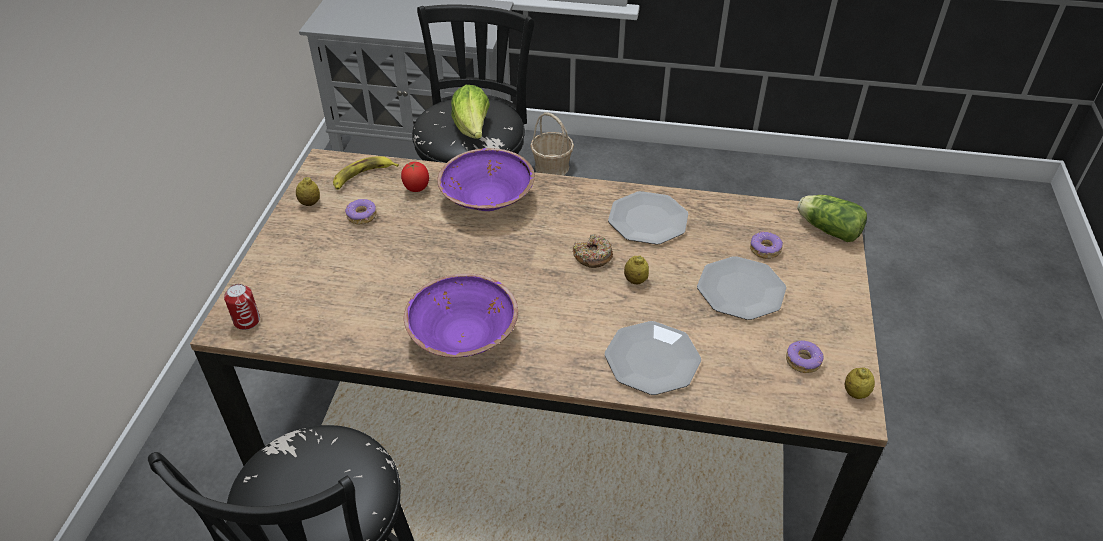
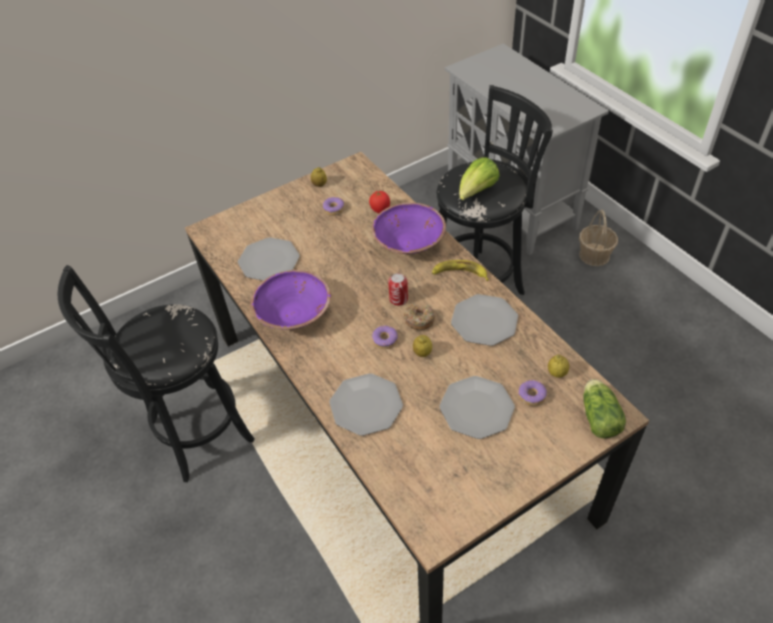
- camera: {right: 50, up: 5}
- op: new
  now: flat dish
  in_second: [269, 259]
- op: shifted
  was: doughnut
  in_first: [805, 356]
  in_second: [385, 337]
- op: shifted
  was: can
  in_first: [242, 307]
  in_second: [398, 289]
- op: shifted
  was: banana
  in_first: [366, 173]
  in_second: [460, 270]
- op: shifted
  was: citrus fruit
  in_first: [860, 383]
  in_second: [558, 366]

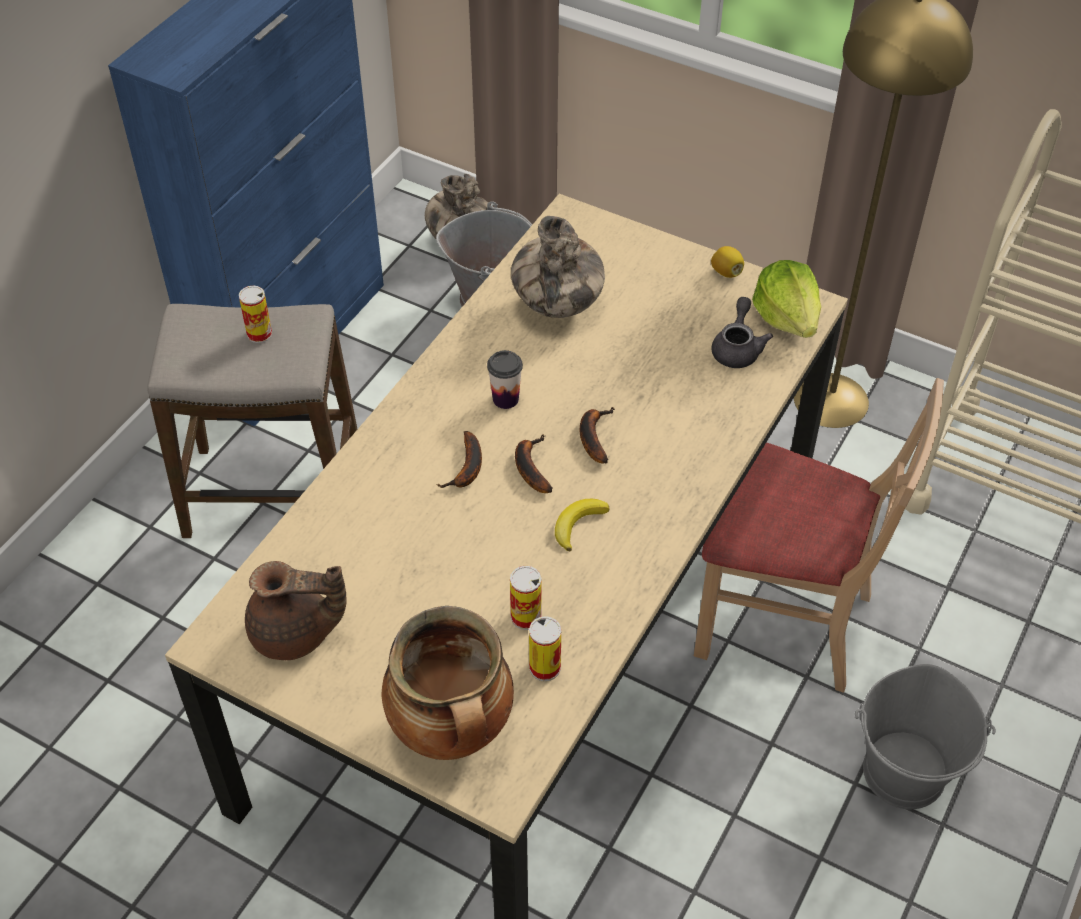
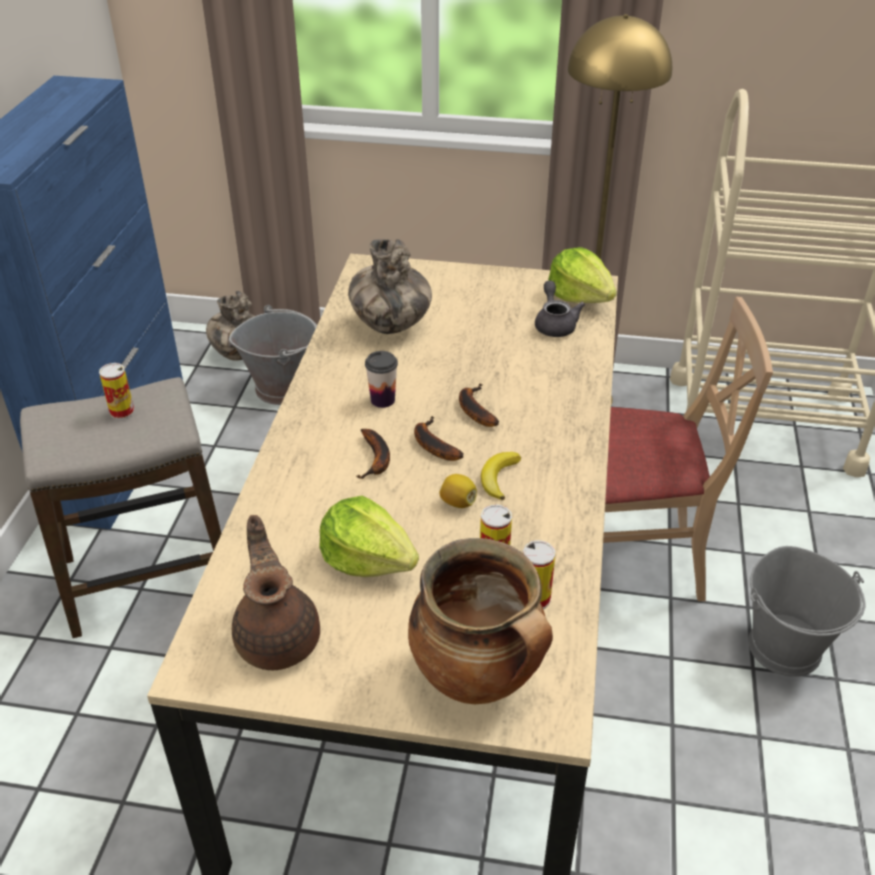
- camera: {right: -20, up: -10}
- op: rotated
  was: brown tea pot
  in_first: [295, 610]
  in_second: [276, 592]
  clockwise: -90
- op: new
  now: head of lettuce
  in_second: [369, 536]
- op: shifted
  was: citrus fruit
  in_first: [727, 262]
  in_second: [458, 491]

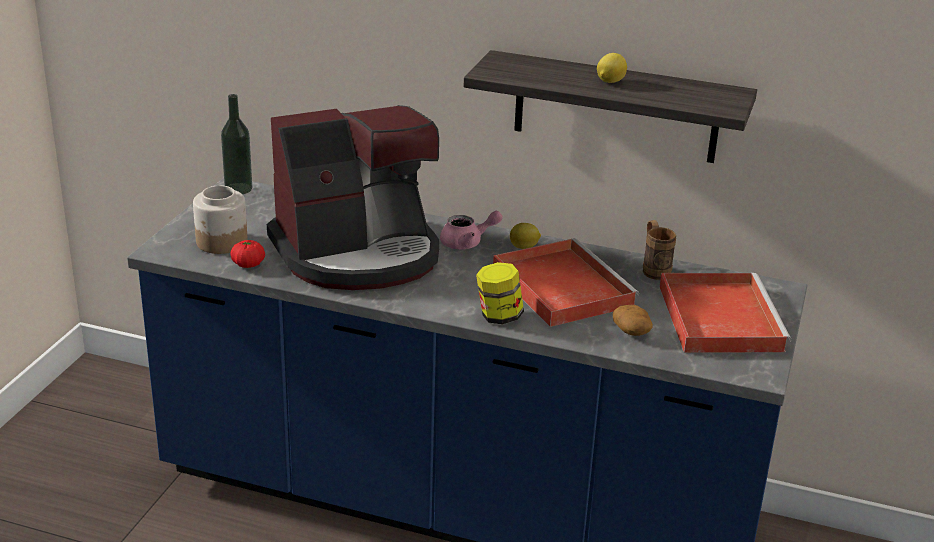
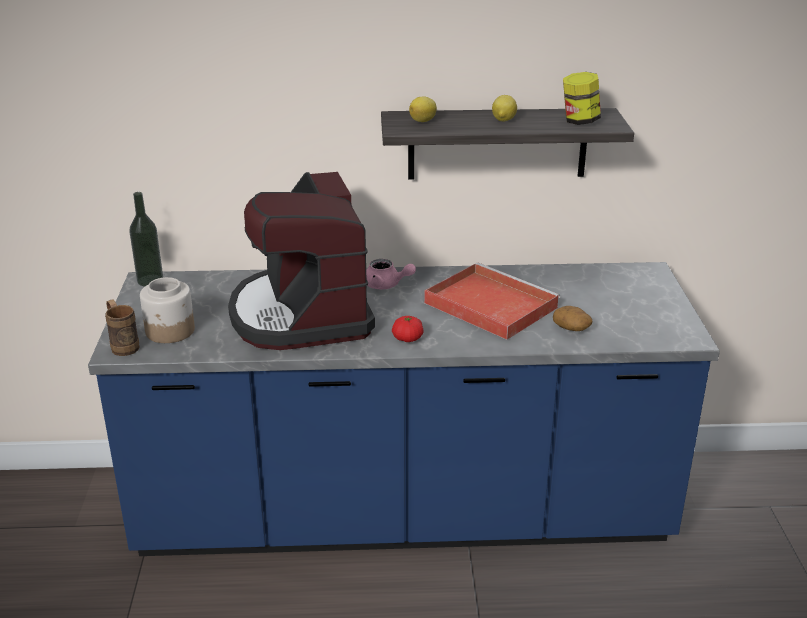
- camera: {right: -20, up: 0}
- op: shifted
  was: brown tea mug
  in_first: [659, 250]
  in_second: [122, 327]
- op: rotated
  was: coffee maker
  in_first: [353, 197]
  in_second: [301, 261]
  clockwise: 120
- op: rotated
  was: pink tea pot
  in_first: [471, 230]
  in_second: [391, 274]
  clockwise: 60
- op: shifted
  was: whole tomato
  in_first: [247, 254]
  in_second: [408, 329]
- op: shifted
  was: citrus fruit
  in_first: [525, 236]
  in_second: [423, 109]
- op: shifted
  was: jar
  in_first: [500, 293]
  in_second: [582, 98]
- op: gone
  was: red tray
  in_first: [725, 313]

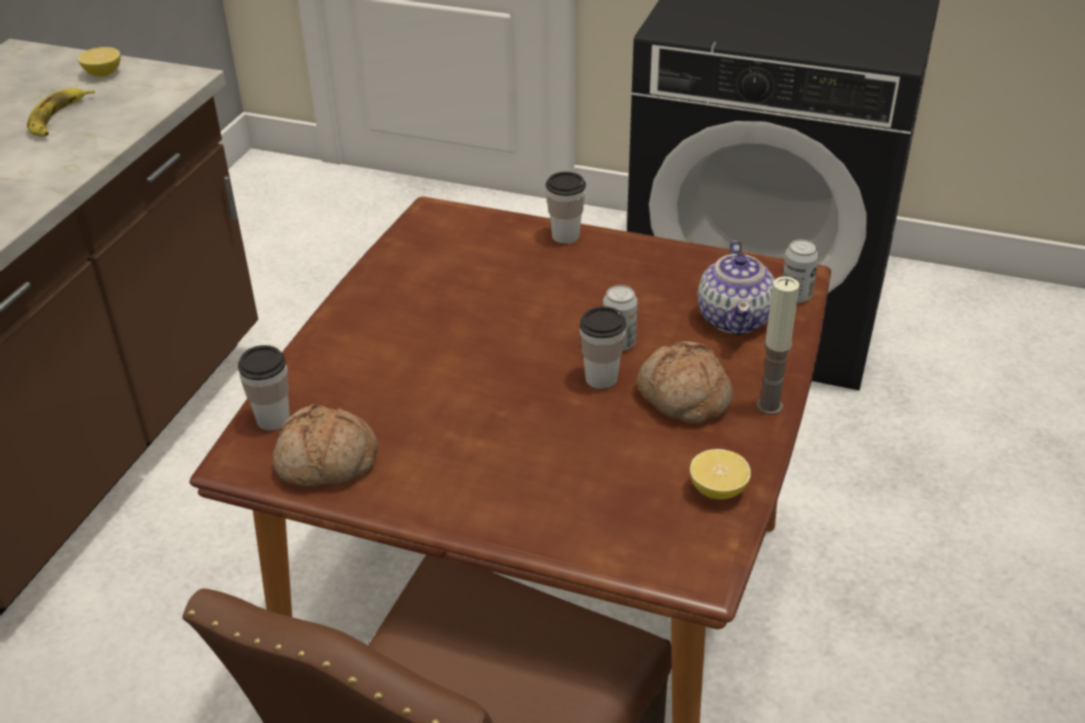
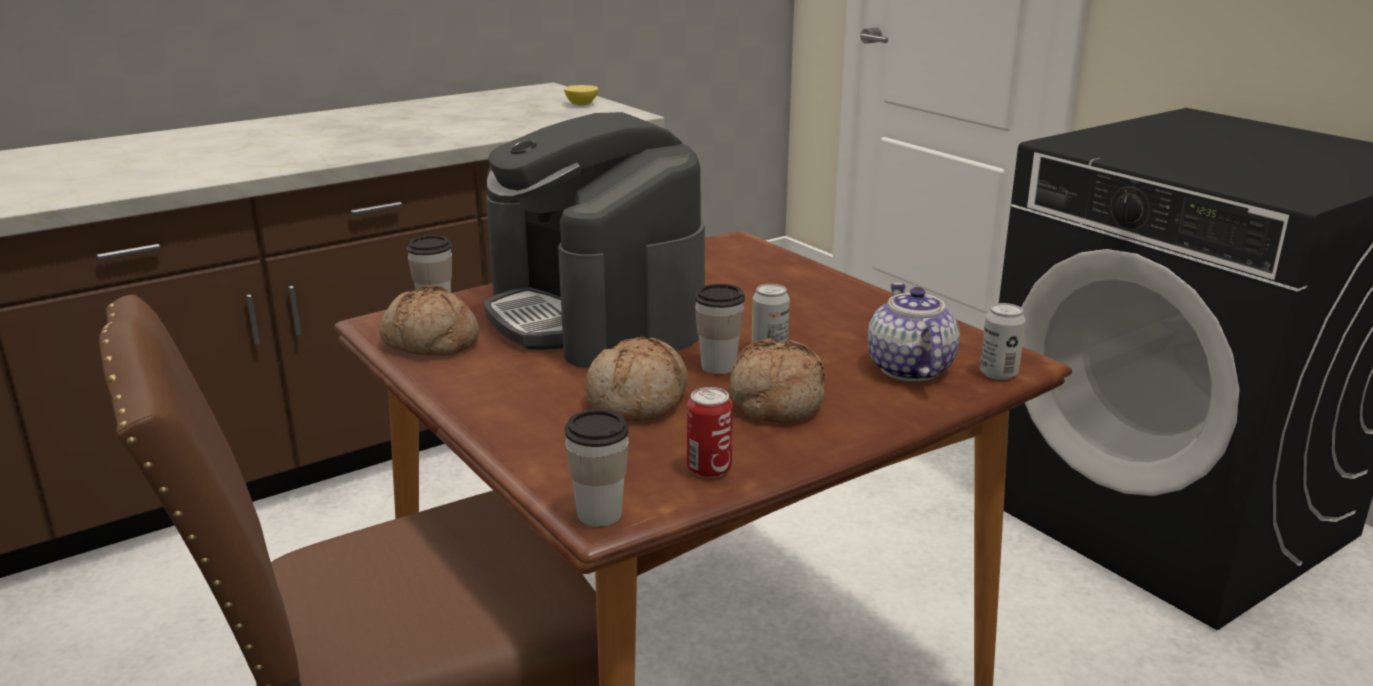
- camera: {right: 35, up: -15}
- op: new
  now: coffee maker
  in_second: [594, 240]
- op: shifted
  was: small cup
  in_first: [566, 208]
  in_second: [597, 468]
- op: new
  now: baked bread
  in_second: [636, 379]
- op: swapped
  was: citrus fruit
  now: can
  in_first: [720, 474]
  in_second: [710, 432]
- op: rotated
  was: tea pot
  in_first: [736, 288]
  in_second: [913, 331]
  clockwise: 135
- op: gone
  was: banana
  in_first: [61, 112]
- op: gone
  was: candle
  in_first: [777, 345]

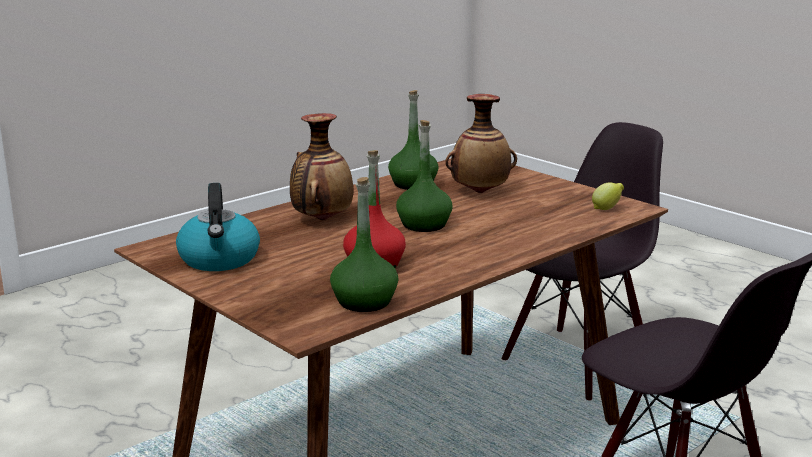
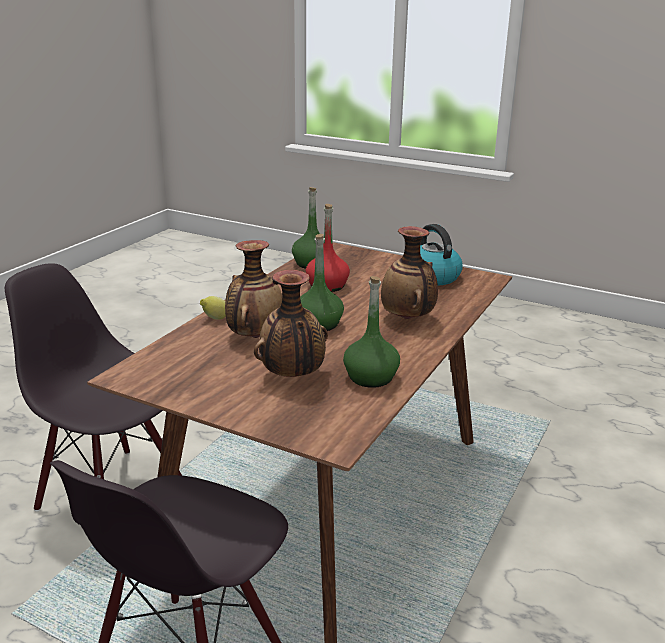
- camera: {right: 160, up: 5}
- op: shifted
  was: citrus fruit
  in_first: [608, 196]
  in_second: [213, 308]
- op: new
  now: decorative vase
  in_second: [253, 289]

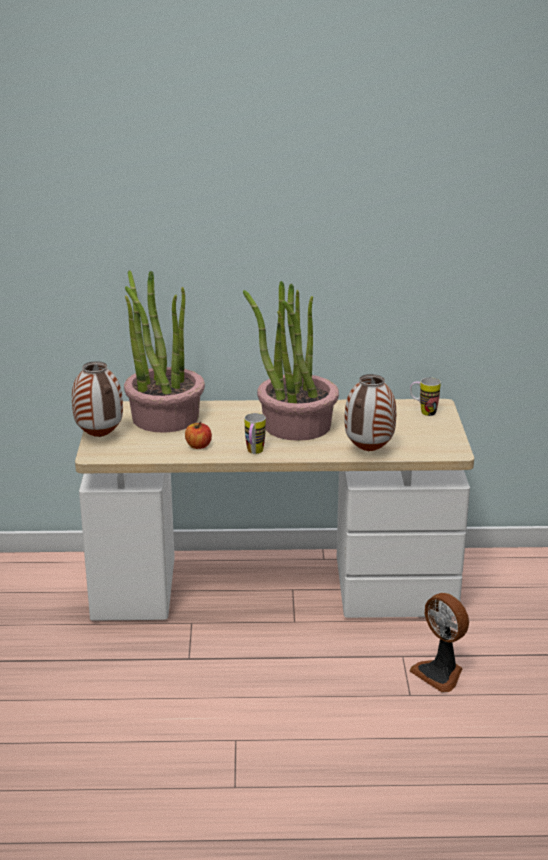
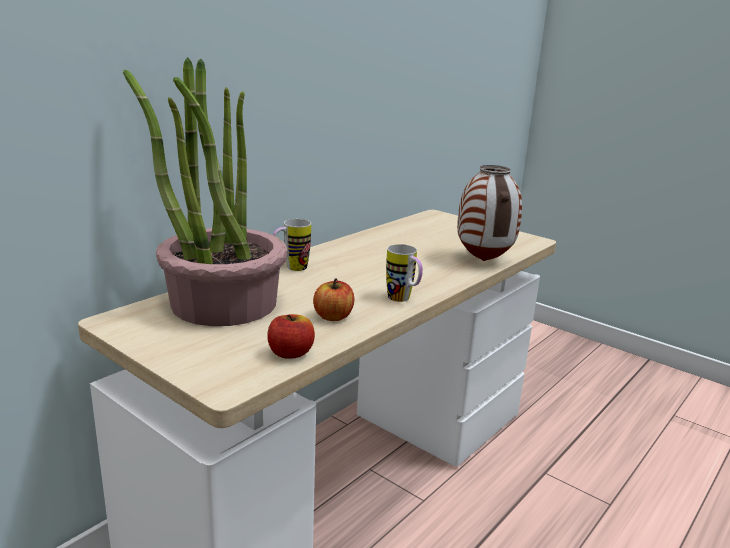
- camera: {right: -50, up: -5}
- op: new
  now: whole apple
  in_second: [291, 336]
- op: shifted
  was: tea mug
  in_first: [425, 396]
  in_second: [292, 245]
- op: gone
  was: decorative vase
  in_first: [97, 399]
- op: gone
  was: houseplant
  in_first: [291, 361]
- op: gone
  was: fan
  in_first: [439, 643]

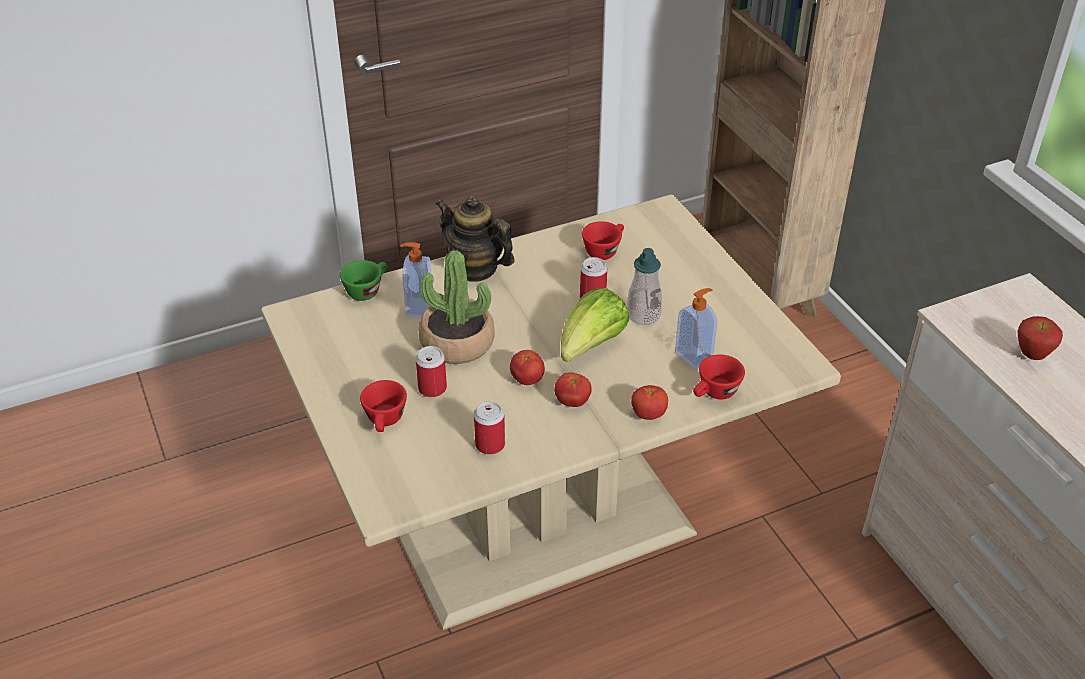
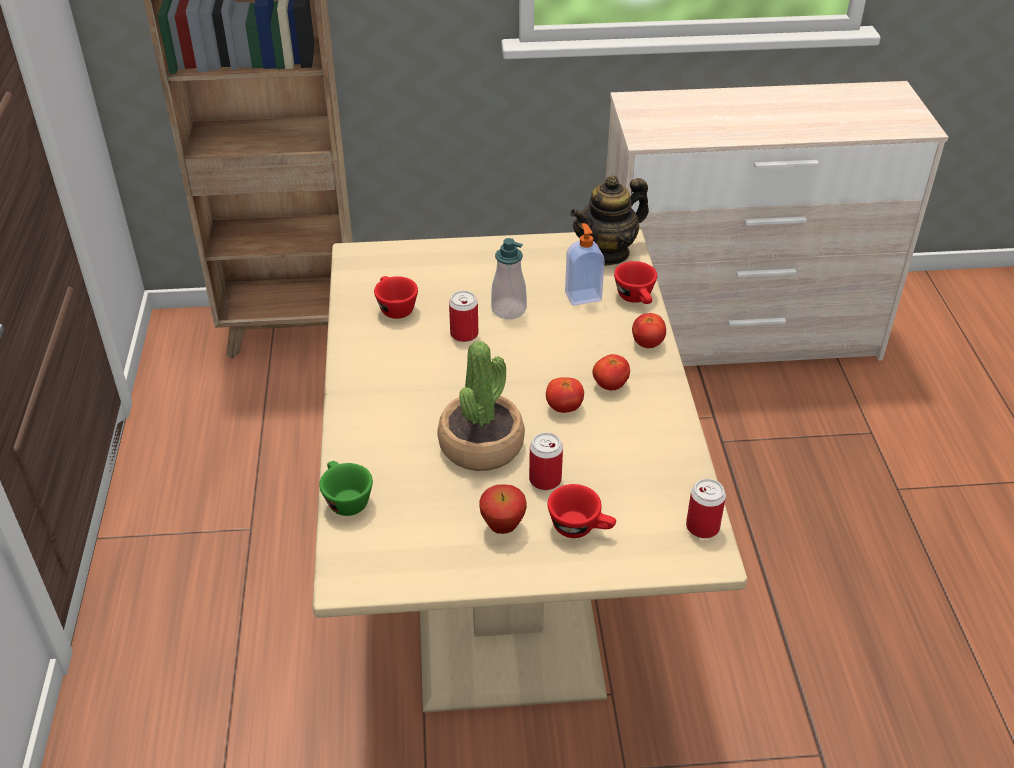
- camera: {right: -70, up: 0}
- op: shifted
  was: whole apple
  in_first: [1040, 338]
  in_second: [503, 509]
- op: shifted
  was: tea pot
  in_first: [475, 238]
  in_second: [609, 220]
- op: shifted
  was: can
  in_first: [489, 428]
  in_second: [706, 508]
- op: gone
  was: soap bottle
  in_first: [416, 280]
- op: gone
  was: head of lettuce
  in_first: [595, 325]

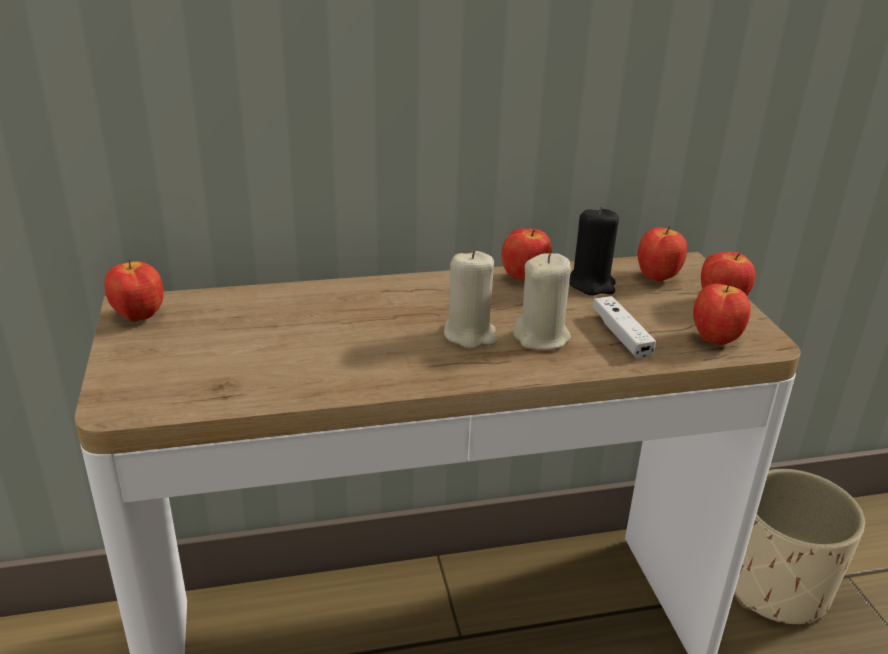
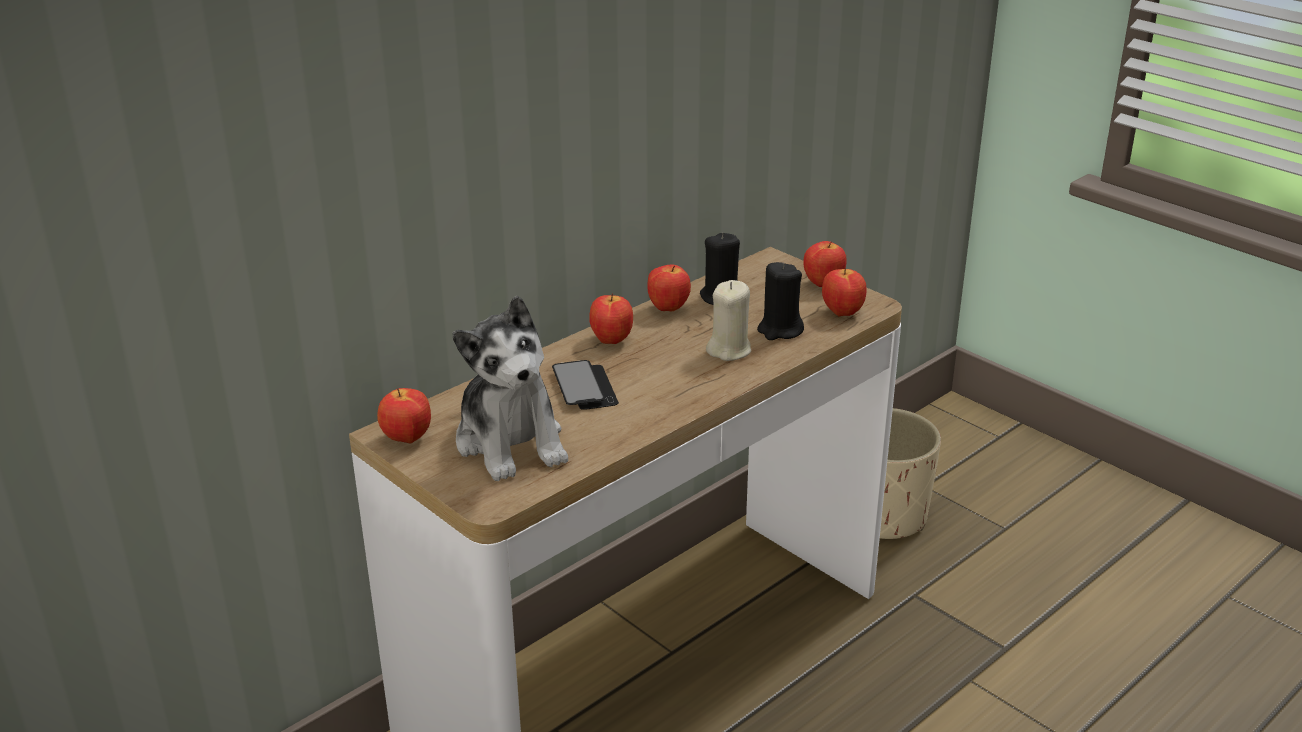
- camera: {right: -30, up: 0}
- op: new
  now: plush toy
  in_second: [510, 388]
- op: new
  now: telephone
  in_second: [585, 385]
- op: shifted
  was: whole apple
  in_first: [662, 253]
  in_second: [611, 318]
- op: swapped
  was: white-coloured joypad
  now: blackish candle
  in_first: [624, 327]
  in_second: [780, 301]
- op: gone
  was: beige-coloured candle
  in_first: [470, 299]

